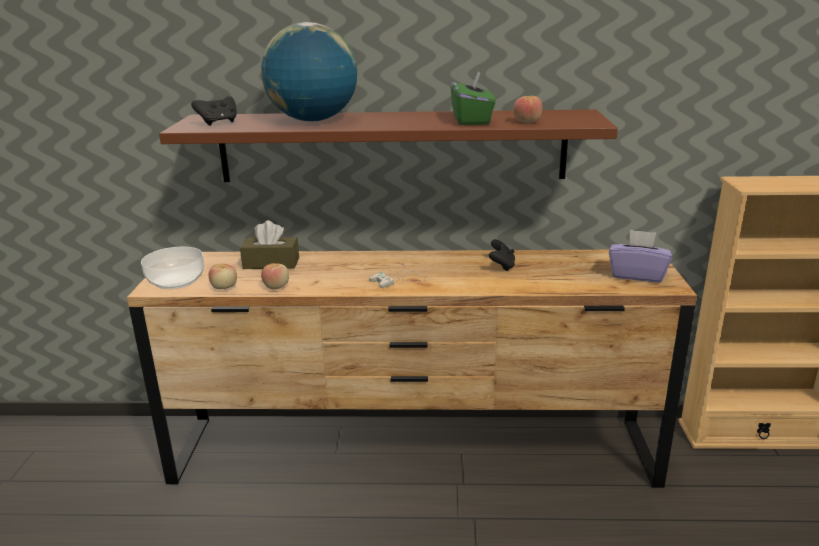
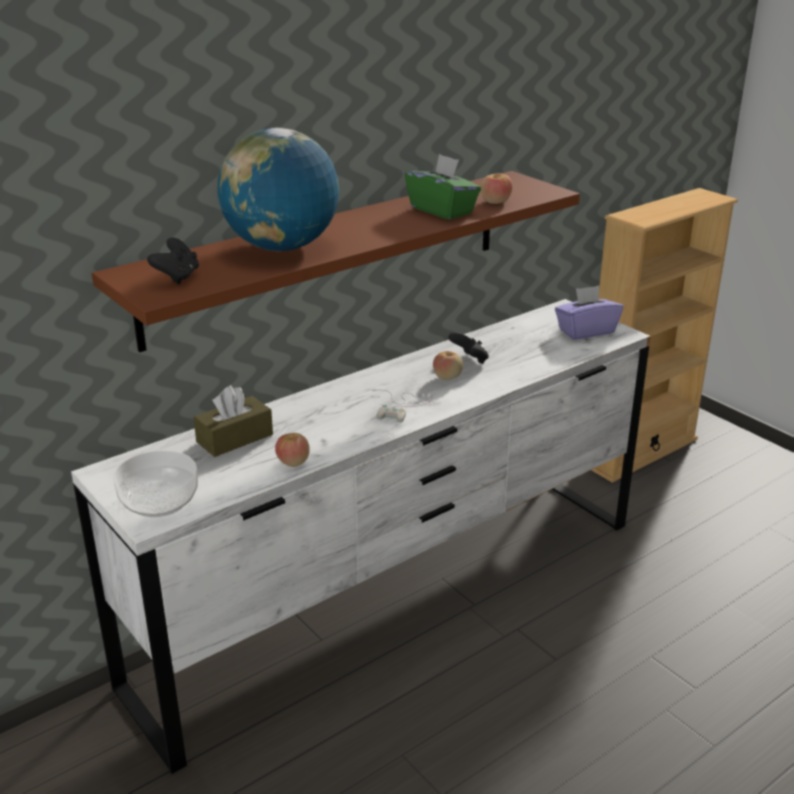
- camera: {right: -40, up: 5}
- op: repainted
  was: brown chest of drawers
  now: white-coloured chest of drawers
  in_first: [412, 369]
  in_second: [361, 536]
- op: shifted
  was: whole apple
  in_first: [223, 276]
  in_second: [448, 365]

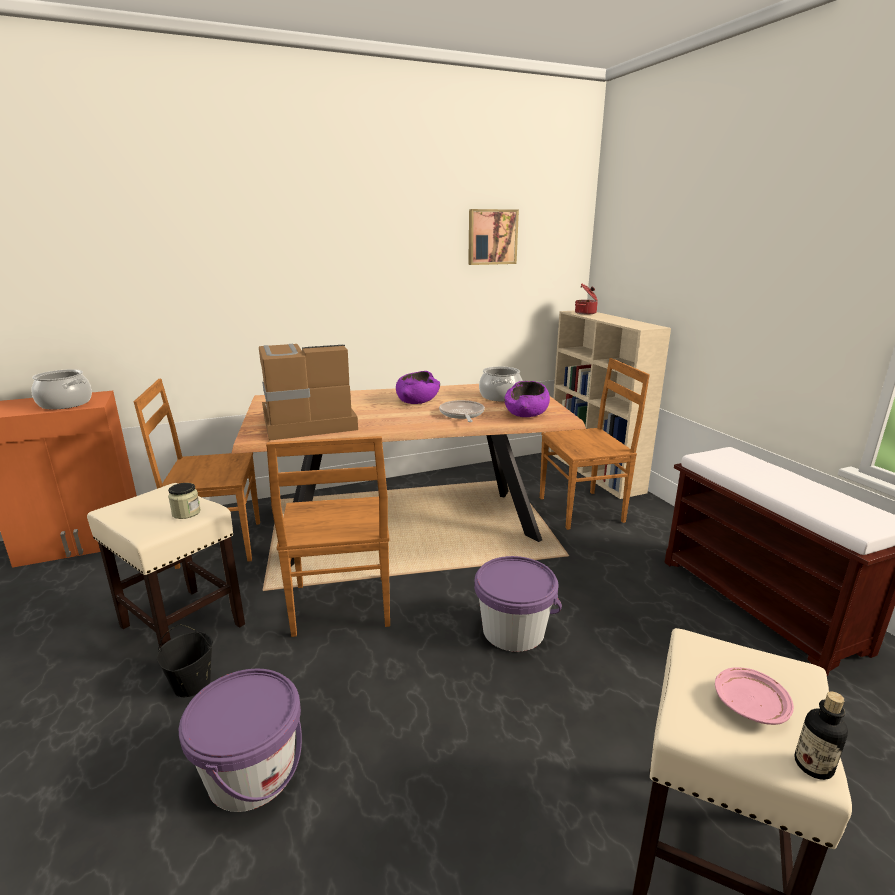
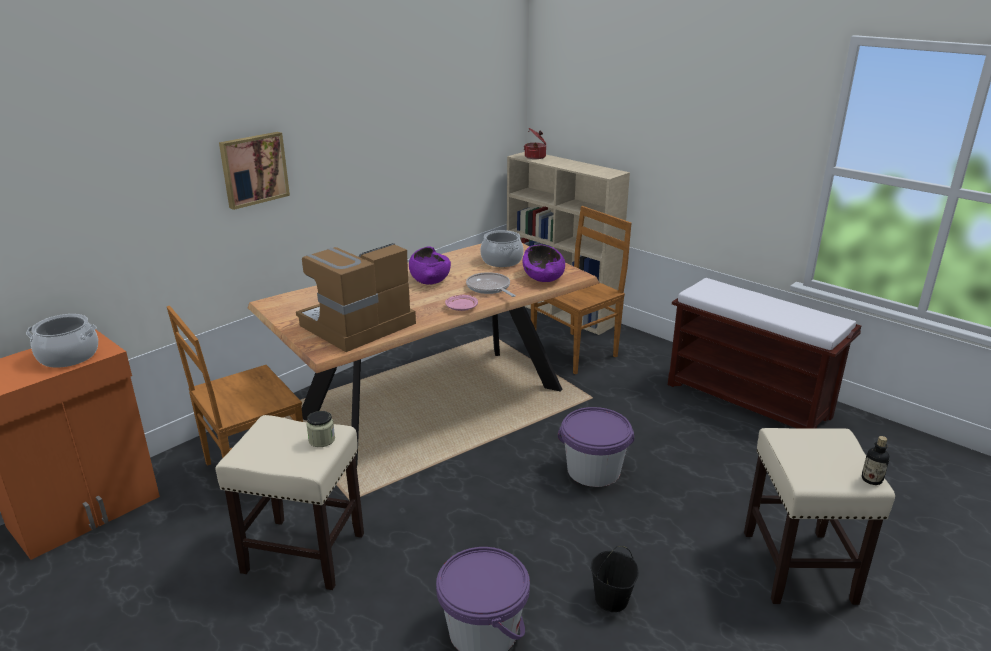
- camera: {right: -25, up: 5}
- op: shifted
  was: picture
  in_first: [493, 237]
  in_second: [254, 171]
- op: shifted
  was: pink flat dish
  in_first: [754, 696]
  in_second: [461, 303]
- op: shifted
  was: blackish water bucket
  in_first: [185, 660]
  in_second: [615, 579]
- op: gone
  was: brown chair
  in_first: [328, 536]

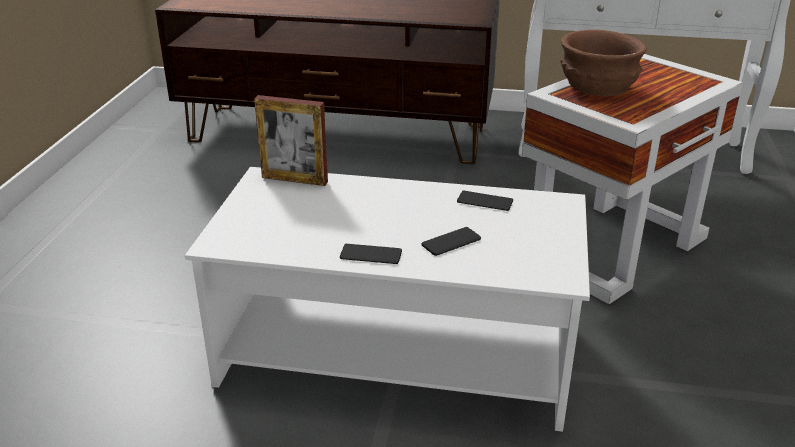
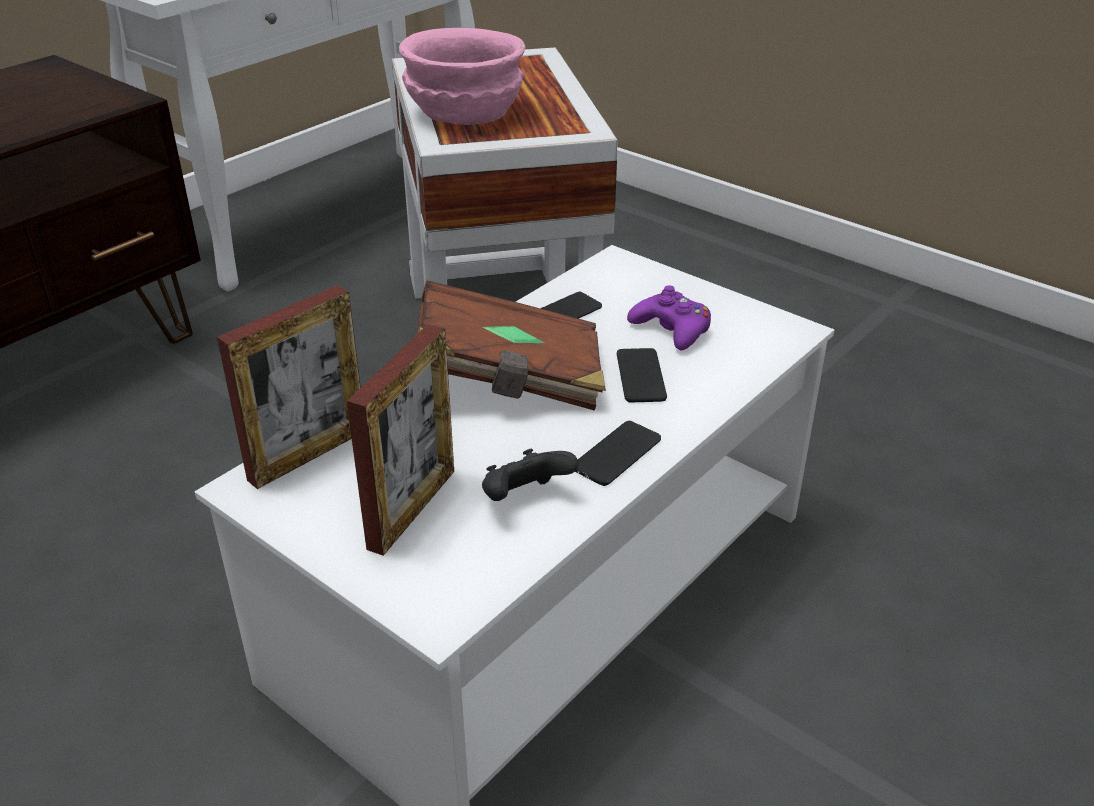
- camera: {right: -60, up: 5}
- op: new
  now: photo frame
  in_second: [400, 440]
- op: repainted
  was: brown serving bowl
  now: pink serving bowl
  in_first: [603, 63]
  in_second: [462, 76]
- op: new
  now: brown volume
  in_second: [511, 345]
- op: new
  now: blackish joypad
  in_second: [530, 475]
- op: new
  now: purplish joypad
  in_second: [669, 317]

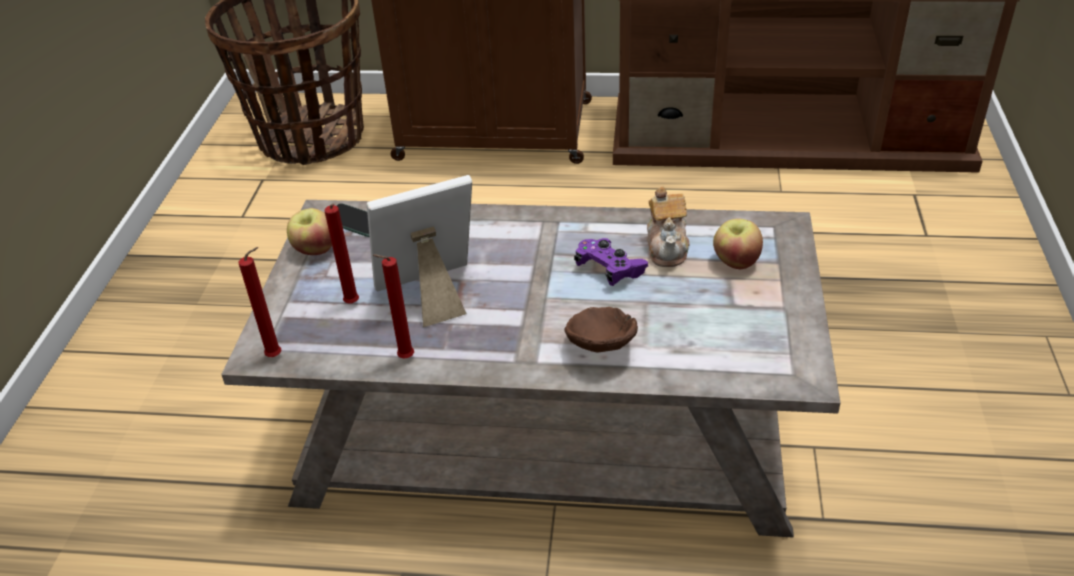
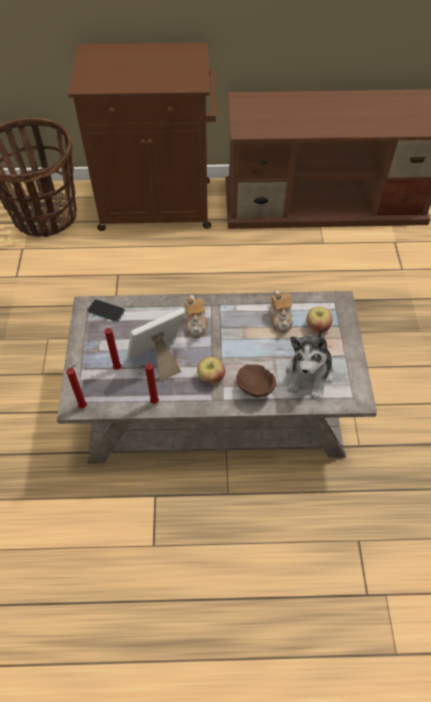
- camera: {right: -10, up: 15}
- op: new
  now: tea pot
  in_second: [196, 316]
- op: shifted
  was: whole apple
  in_first: [309, 231]
  in_second: [211, 370]
- op: new
  now: plush toy
  in_second: [310, 363]
- op: gone
  was: purplish joypad
  in_first: [611, 262]

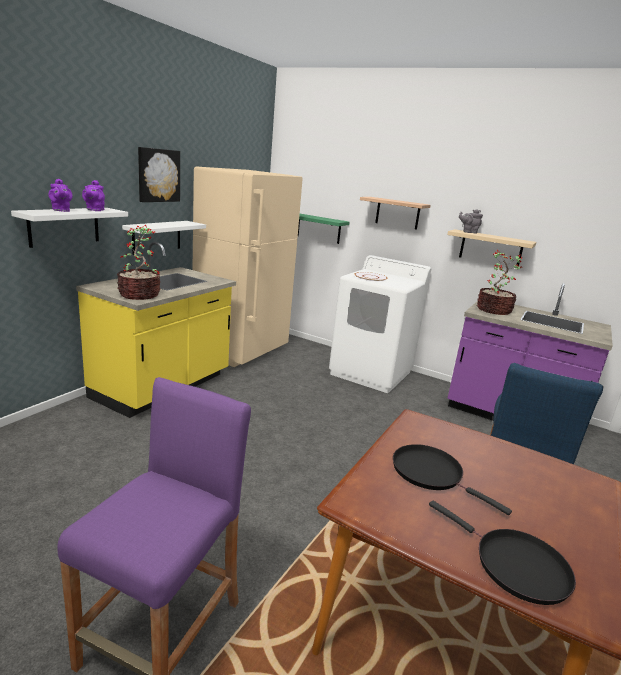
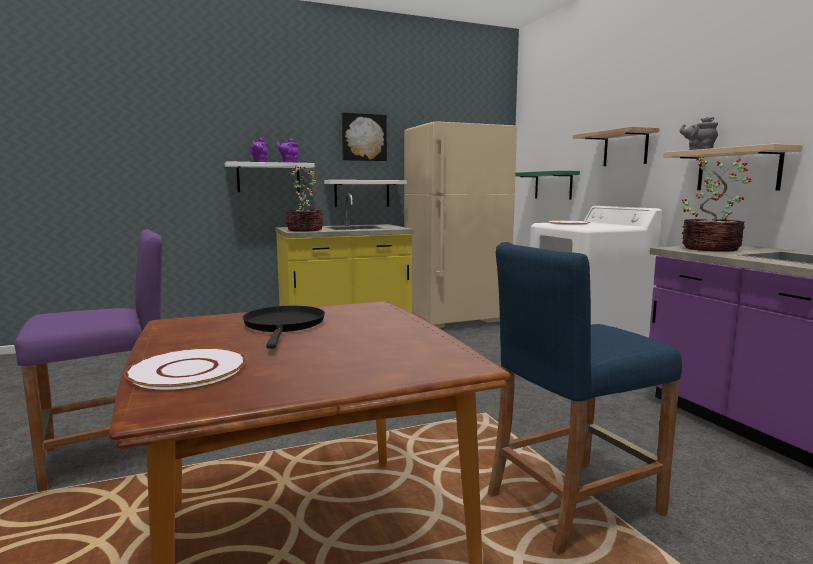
- camera: {right: 40, up: -10}
- op: swapped
  was: blackish skillet
  now: white-coloured flat dish
  in_first: [502, 553]
  in_second: [185, 369]

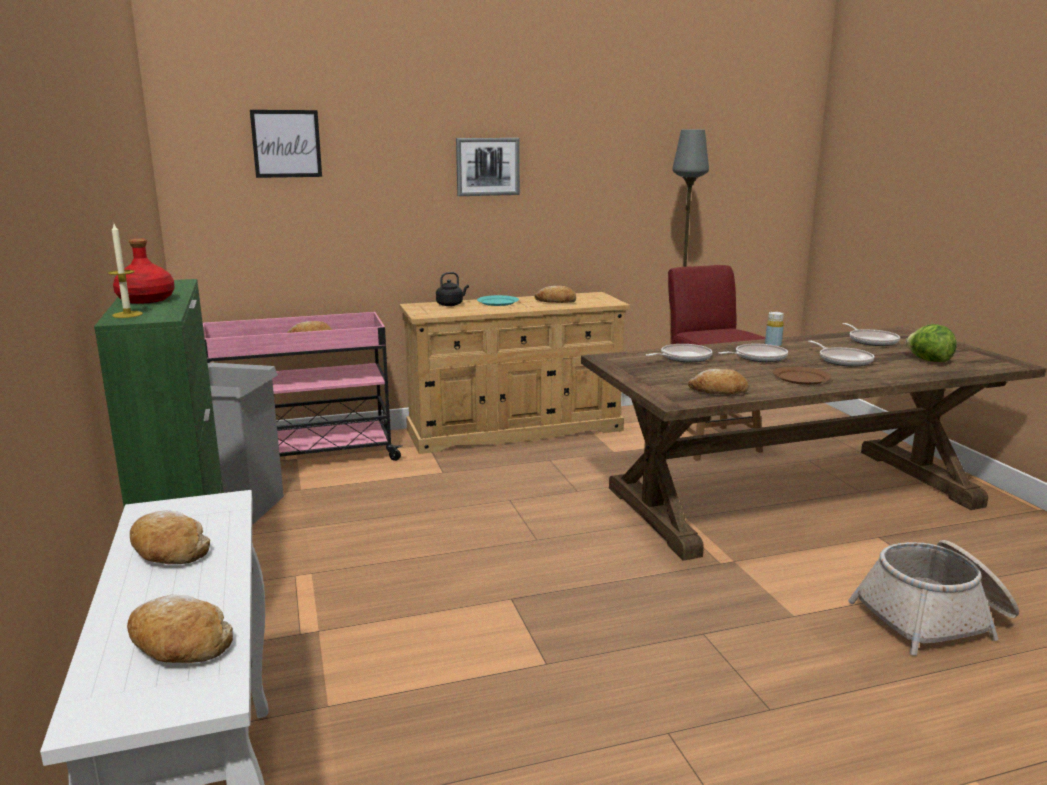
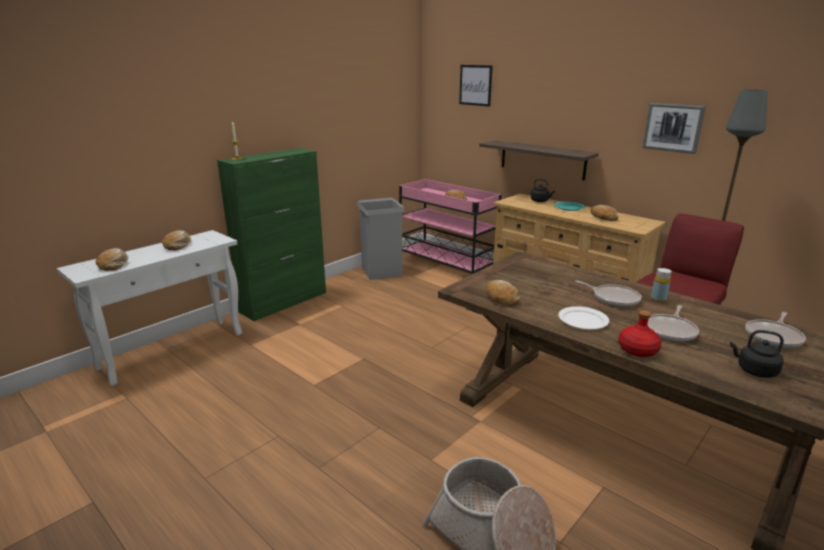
- camera: {right: 60, up: 5}
- op: new
  now: shelf
  in_second: [539, 160]
- op: repainted
  was: brown flat dish
  now: white-coloured flat dish
  in_first: [802, 375]
  in_second: [583, 317]
- op: shifted
  was: red beverage bottle
  in_first: [144, 271]
  in_second: [639, 333]
- op: shifted
  was: picture
  in_first: [488, 167]
  in_second: [674, 128]
- op: swapped
  was: head of lettuce
  now: blackish tea kettle
  in_first: [931, 343]
  in_second: [757, 354]
- op: gone
  was: skillet
  in_first: [679, 353]

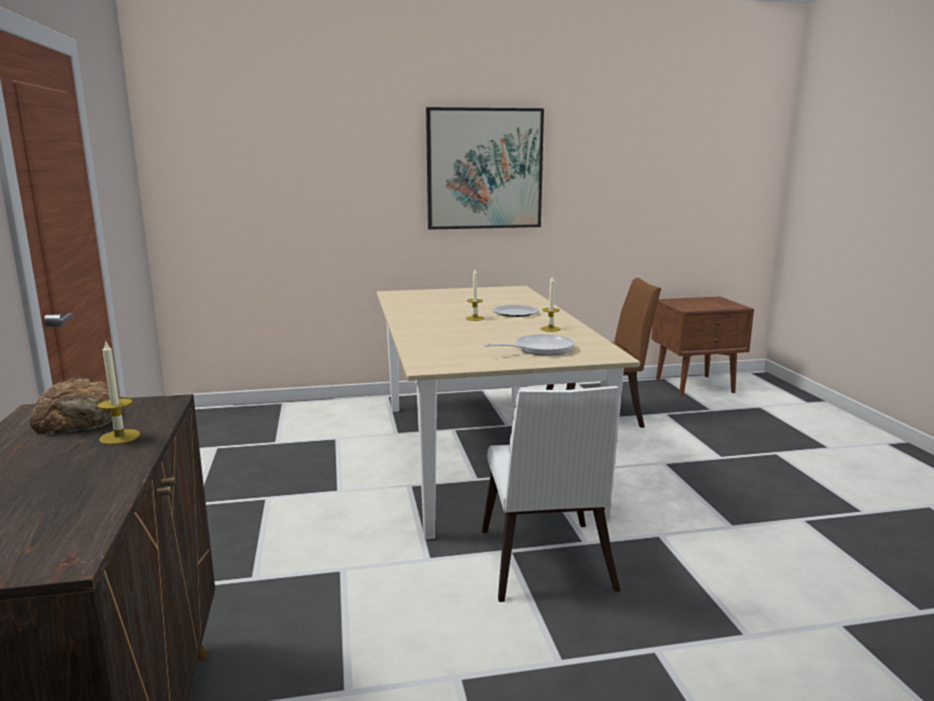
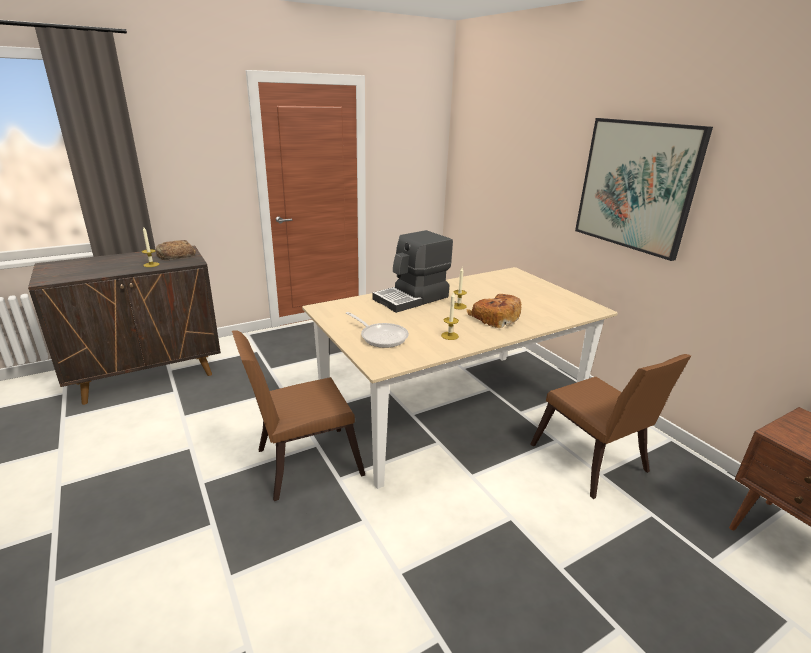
- camera: {right: 70, up: 10}
- op: repainted
  was: white-coloured chair
  now: brown chair
  in_first: [551, 494]
  in_second: [298, 415]
- op: new
  now: coffee maker
  in_second: [412, 271]
- op: swapped
  was: flat dish
  now: baked bread
  in_first: [516, 311]
  in_second: [494, 311]

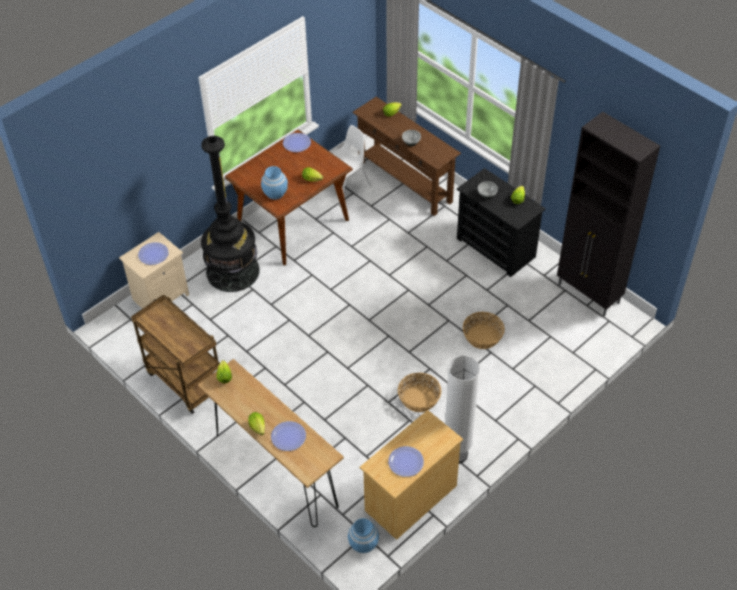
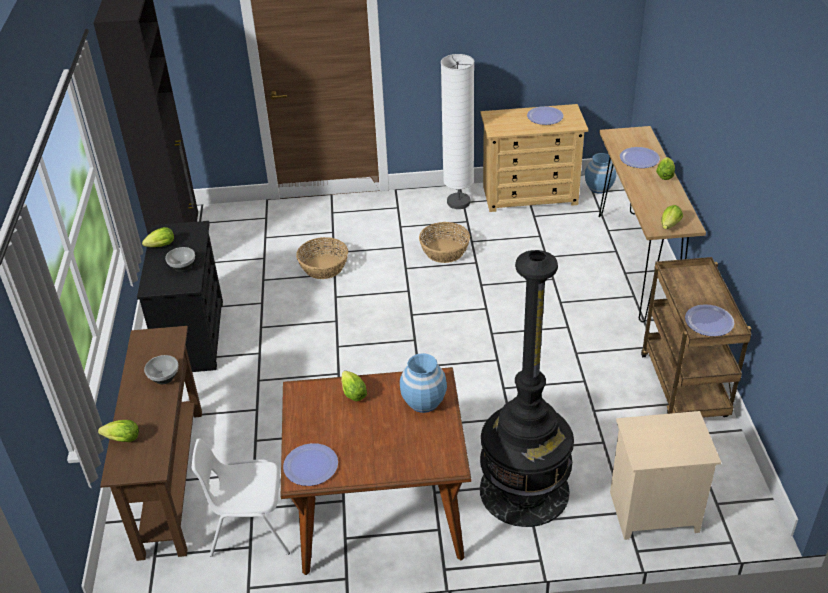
- camera: {right: -140, up: -10}
- op: shifted
  was: flat dish
  in_first: [153, 253]
  in_second: [709, 320]

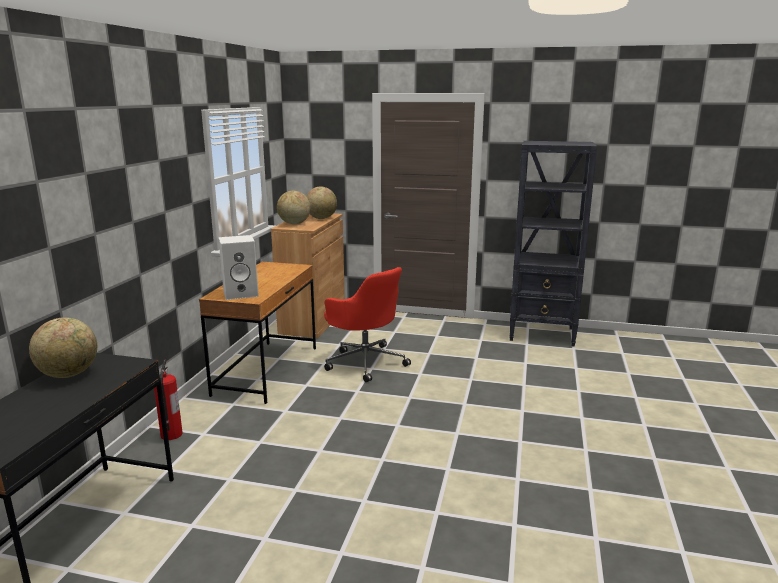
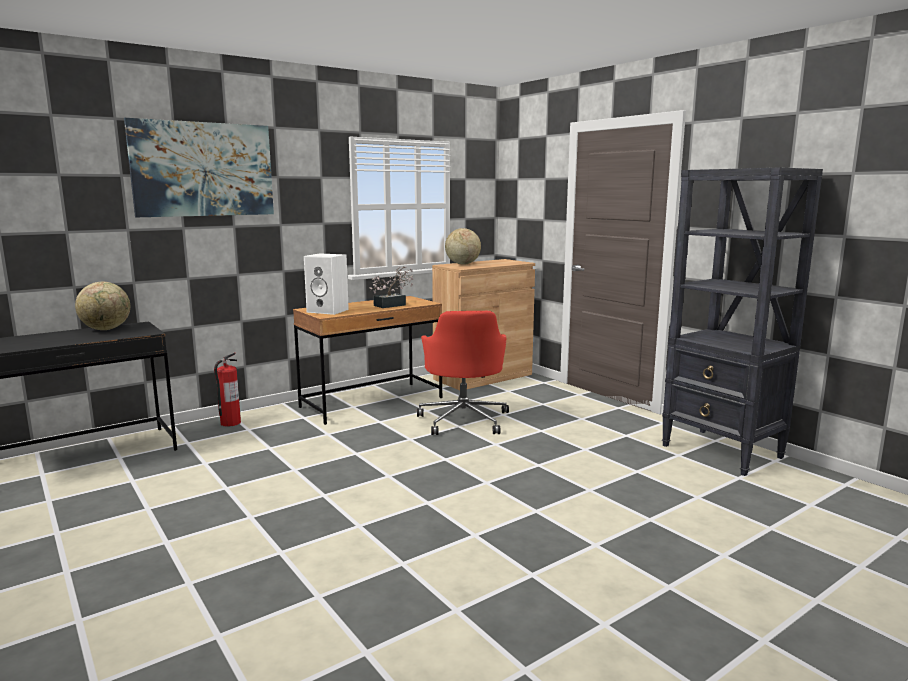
- camera: {right: 40, up: -5}
- op: new
  now: picture
  in_second: [199, 167]
- op: new
  now: houseplant
  in_second: [392, 287]
- op: gone
  was: globe
  in_first: [321, 202]

